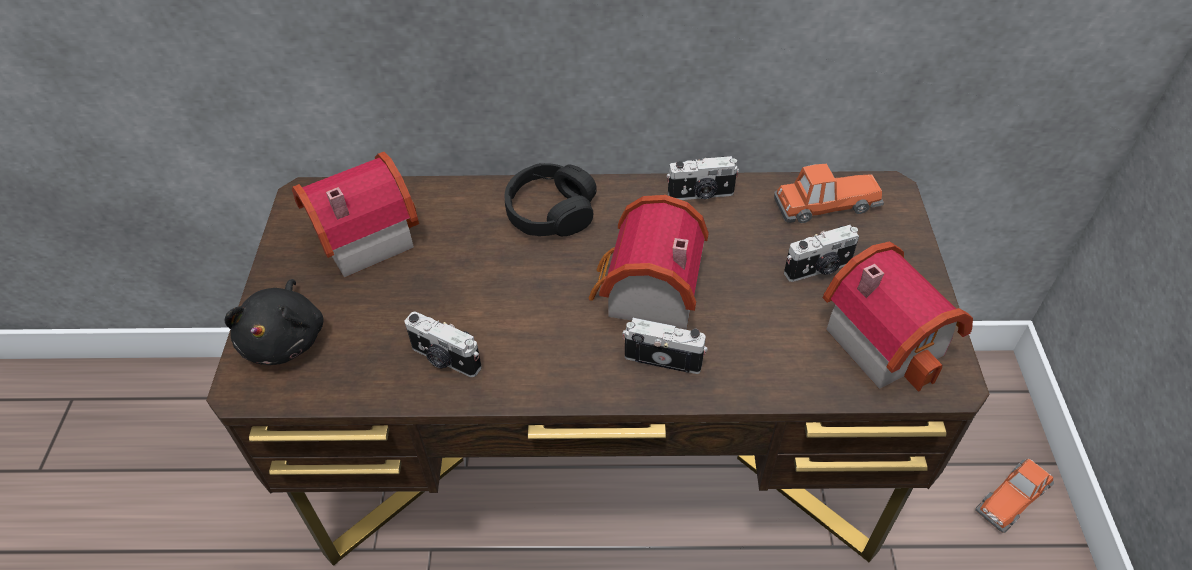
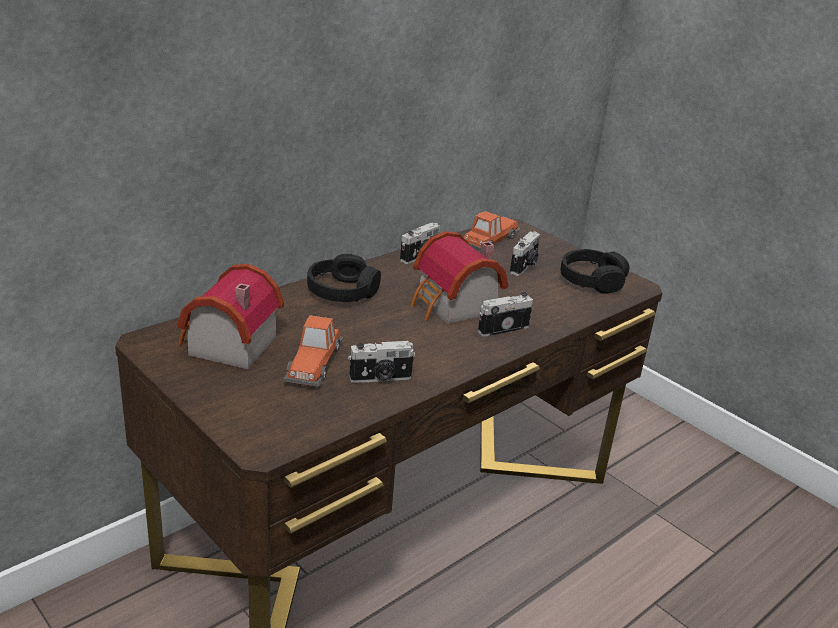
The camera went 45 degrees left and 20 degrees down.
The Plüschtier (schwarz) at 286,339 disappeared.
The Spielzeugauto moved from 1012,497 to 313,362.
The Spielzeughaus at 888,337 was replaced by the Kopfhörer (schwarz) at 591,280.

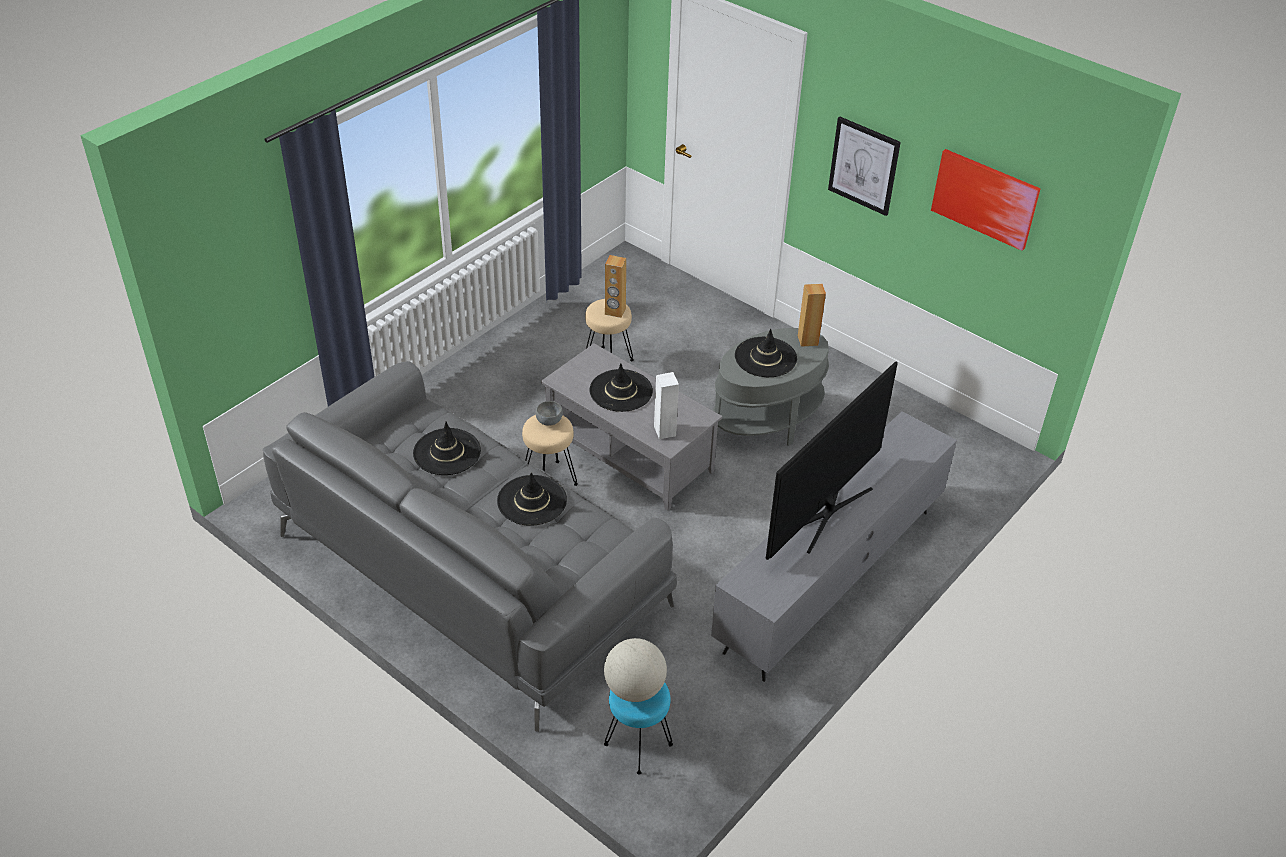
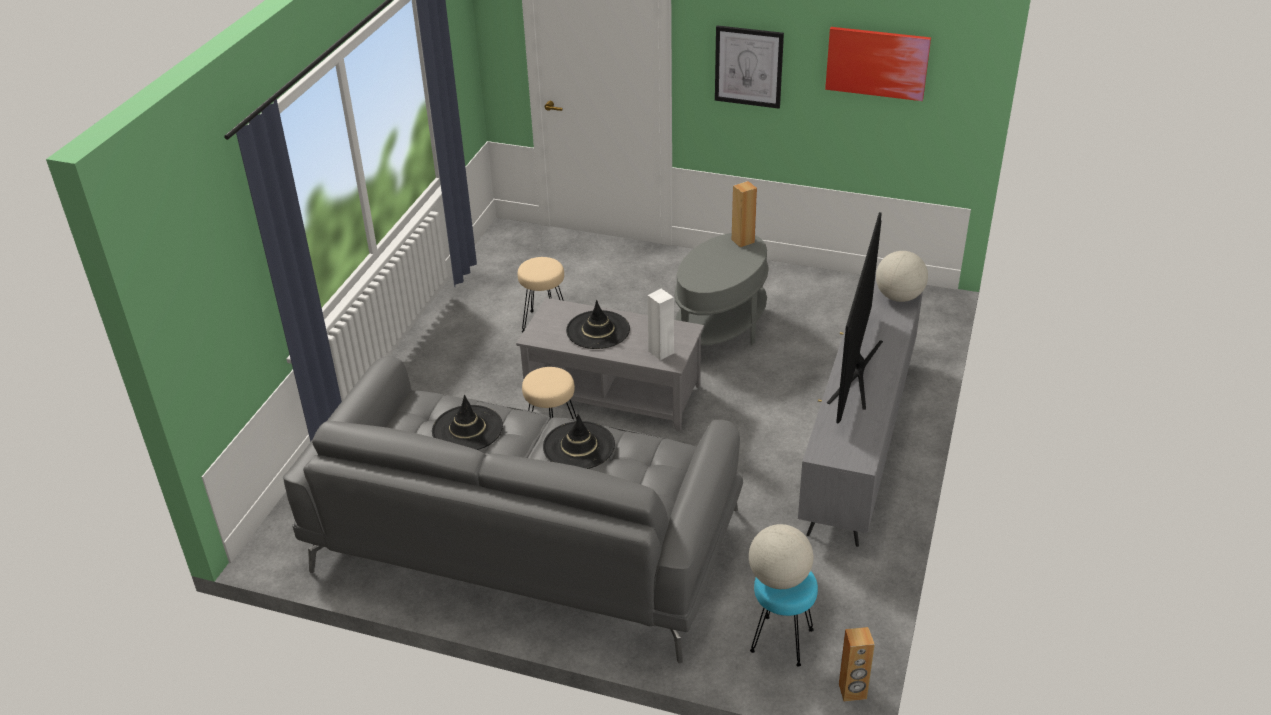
The camera went 20 degrees left and 5 degrees down.
The Schüssel (grau) at 549,421 disappeared.
The Hut (schwarz) at 765,357 disappeared.
The Globus at 899,297 appeared.
The Lautsprecher (braun) moved from 615,311 to 852,692.

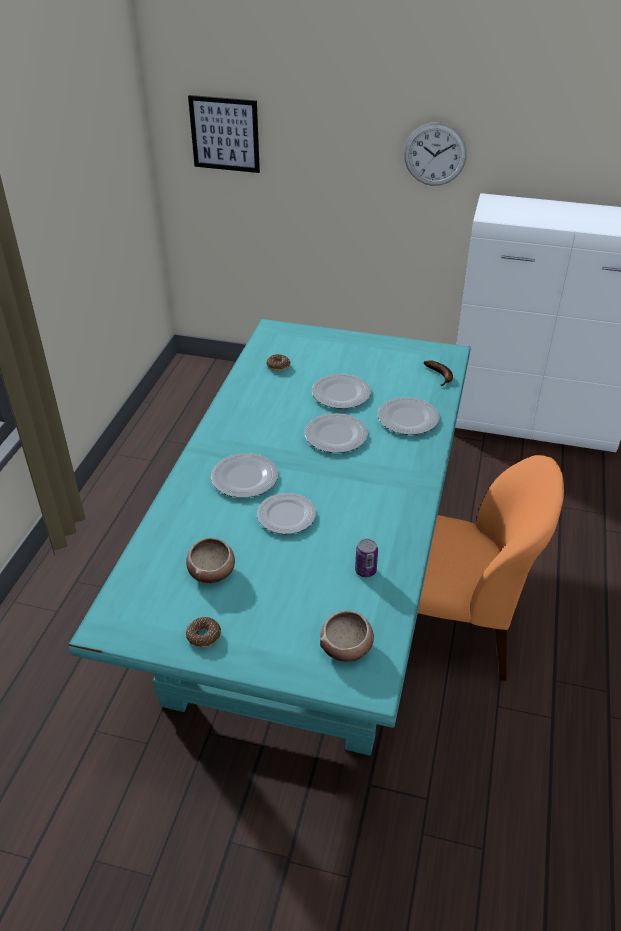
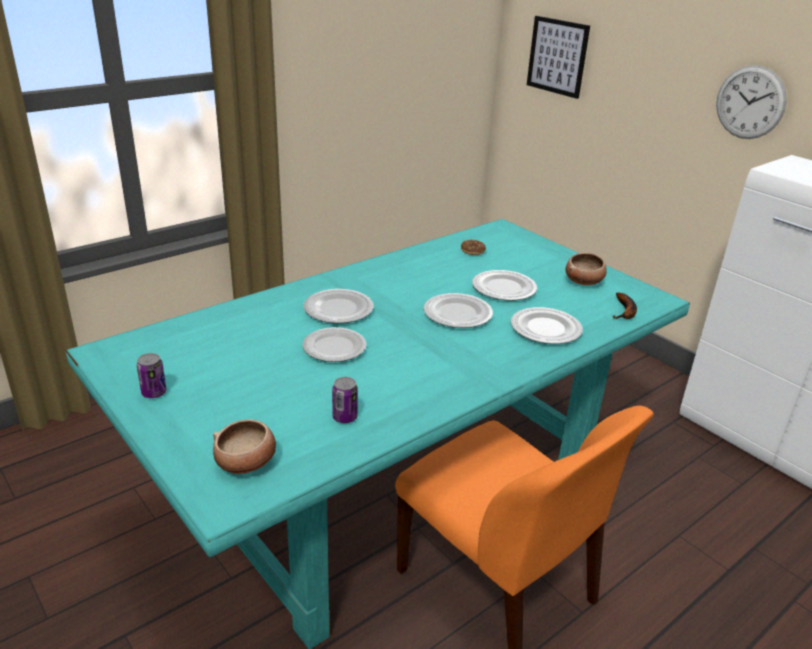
The camera went 35 degrees right and 10 degrees down.
The Schüssel moved from 212,571 to 584,281.
The Donut at 204,636 was replaced by the Dose at 154,393.

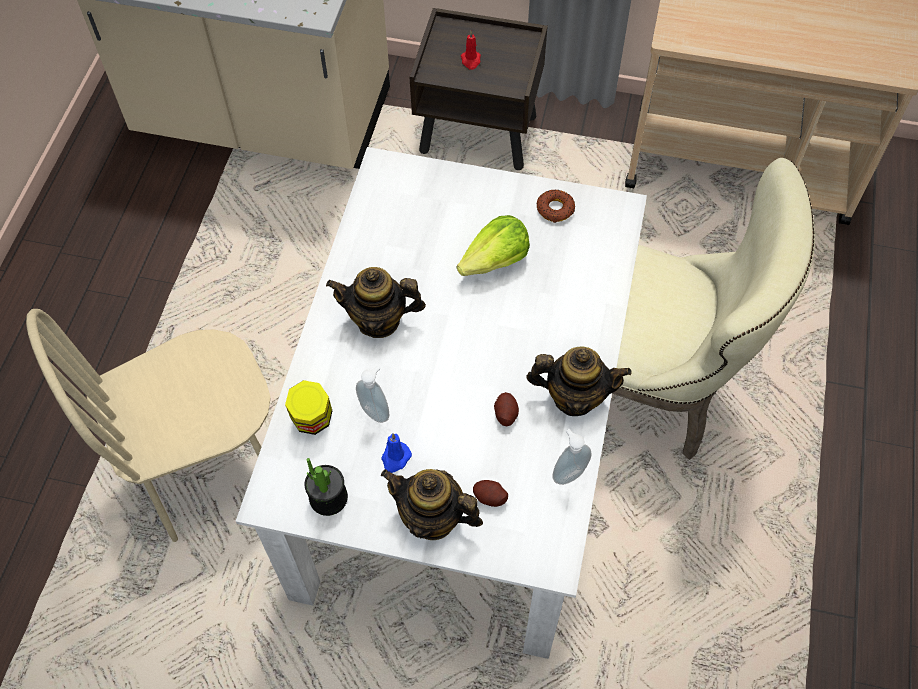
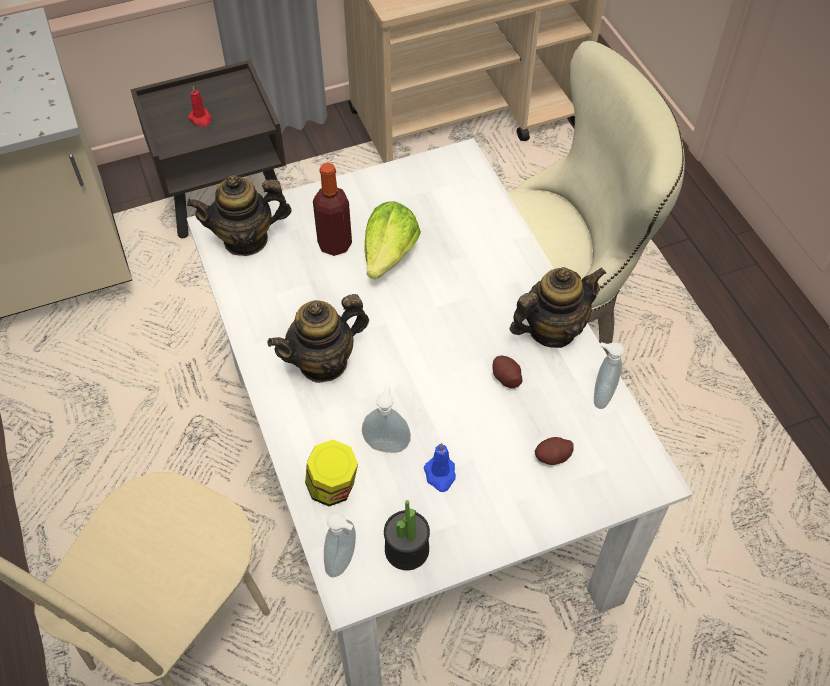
The camera went 35 degrees left and 5 degrees down.
The Donut at 555,209 disappeared.
The Flasche at 335,244 appeared.
The Seifenspender at 344,561 appeared.
The Teekanne moved from 432,518 to 246,239.

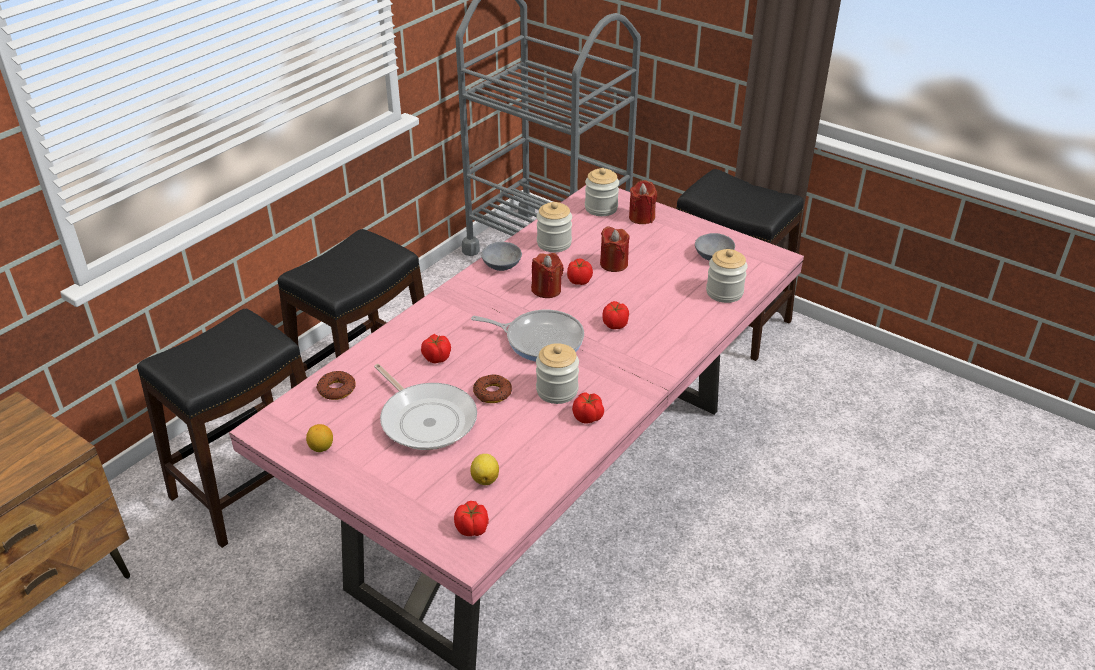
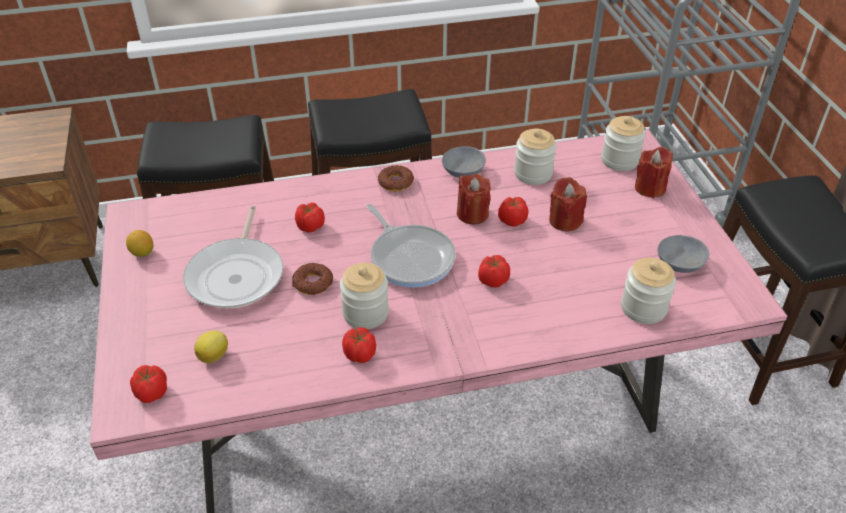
The camera went 40 degrees right and 5 degrees up.
The Donut moved from 336,389 to 395,182.

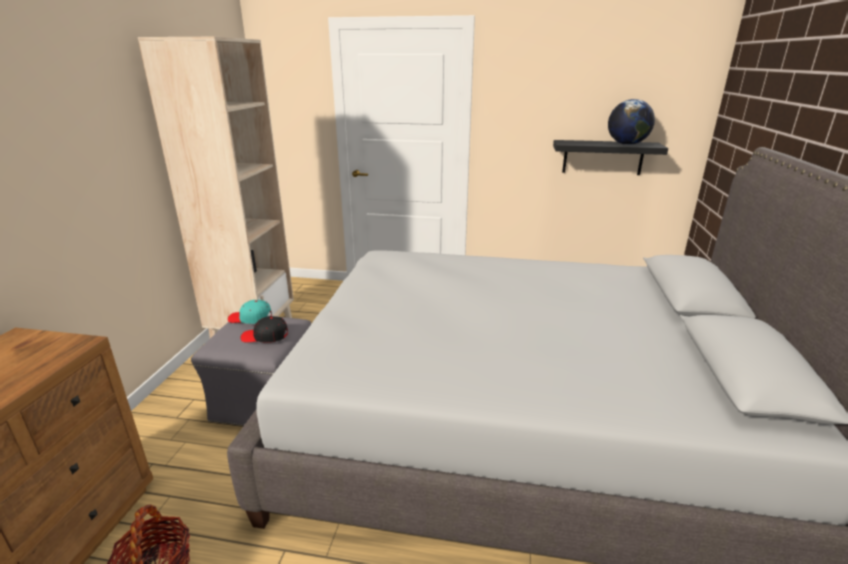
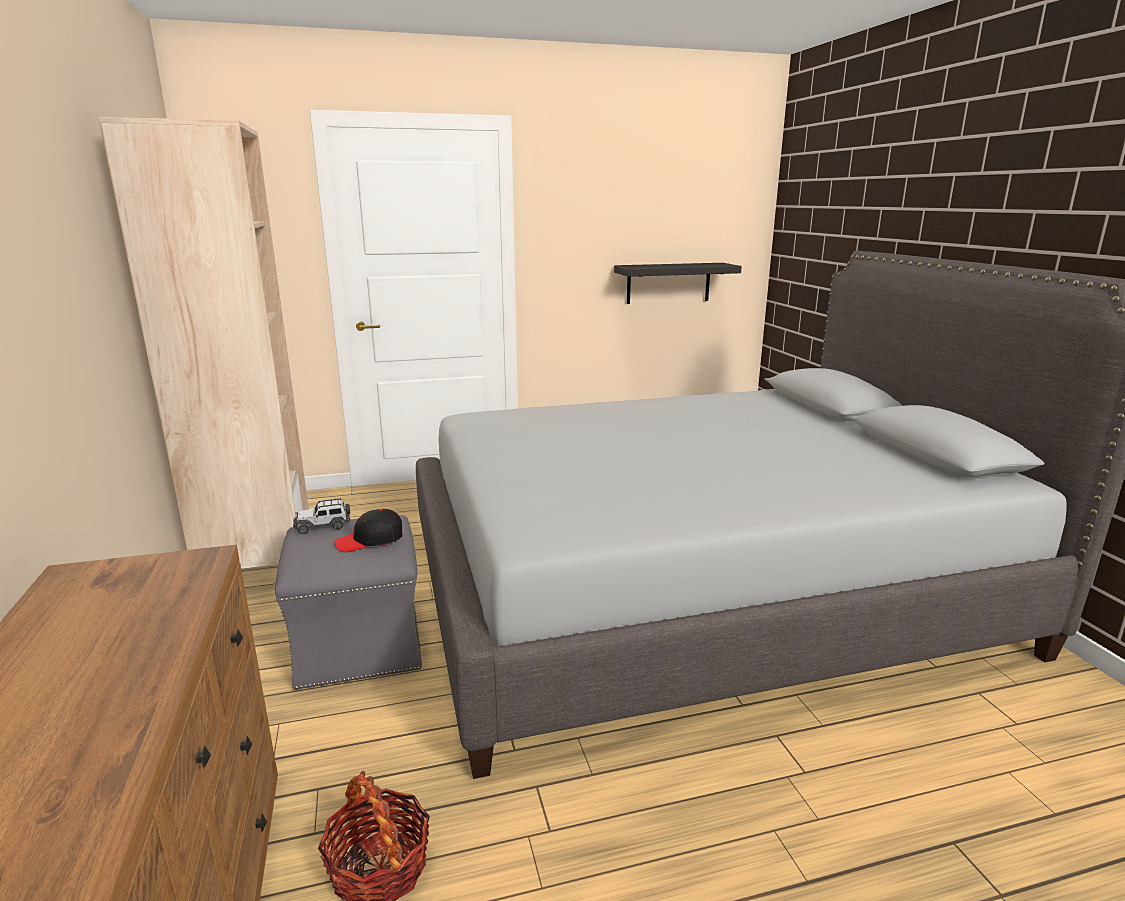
The camera went 25 degrees left and 5 degrees down.
The Globus at 627,144 disappeared.
The Kappe (türkis) at 250,318 was replaced by the Spielzeugauto at 323,526.

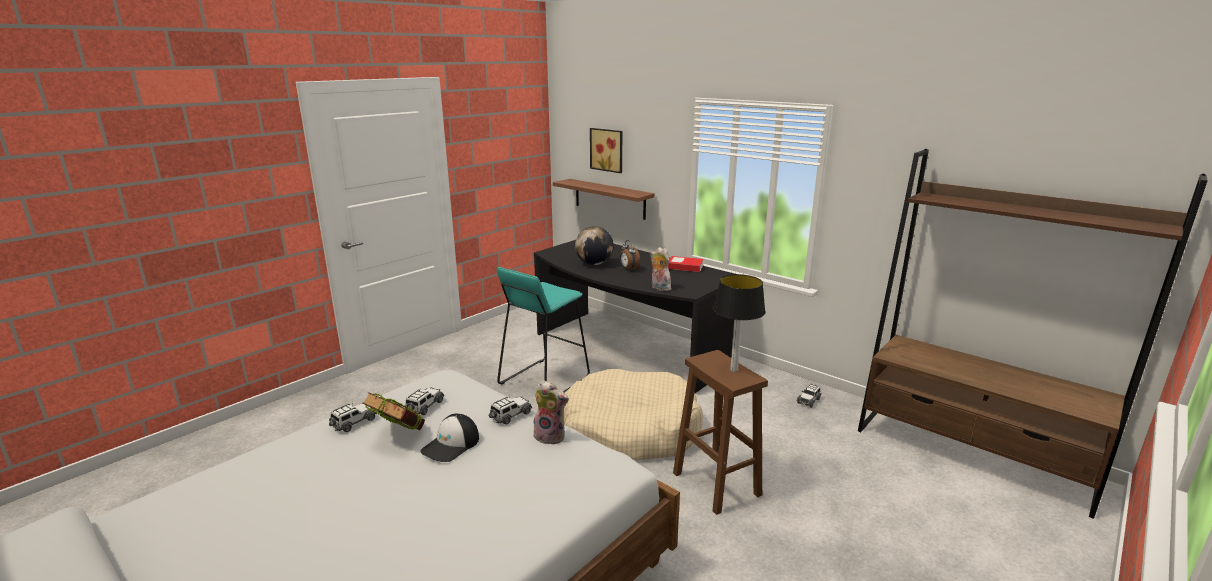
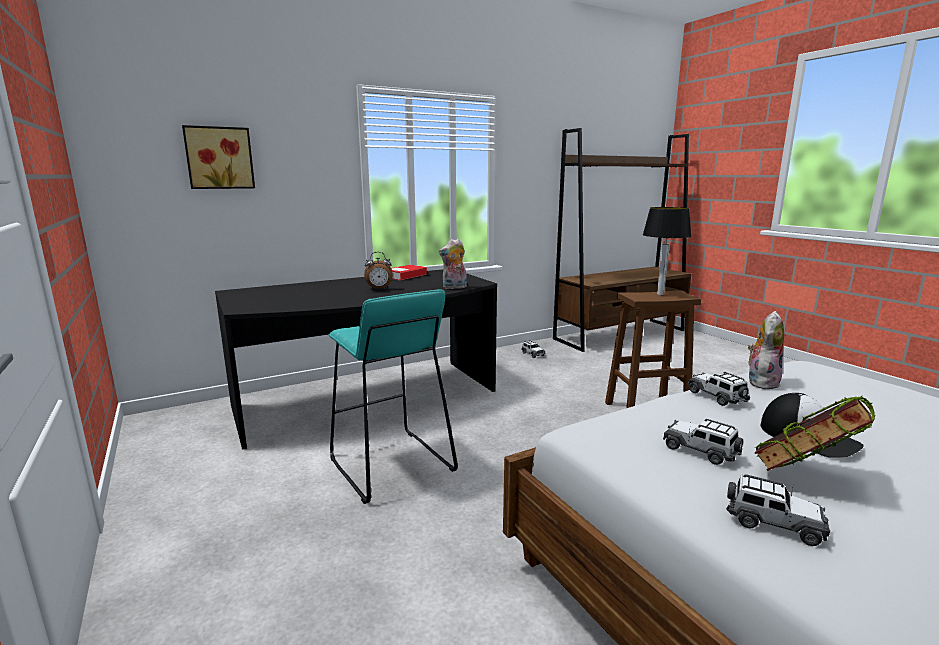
The camera went 70 degrees left and 5 degrees down.
The Wandregal at 609,199 disappeared.
The Hundebett (beige) at 630,430 disappeared.
The Globus at 594,264 disappeared.
The Spielzeugauto at 353,423 turned 150 degrees clockwise.

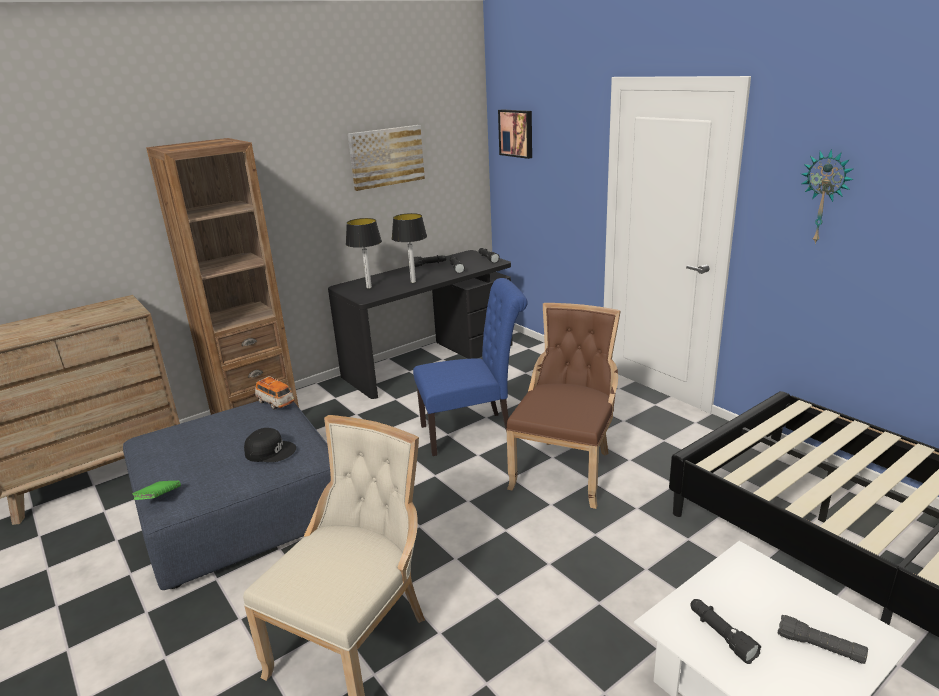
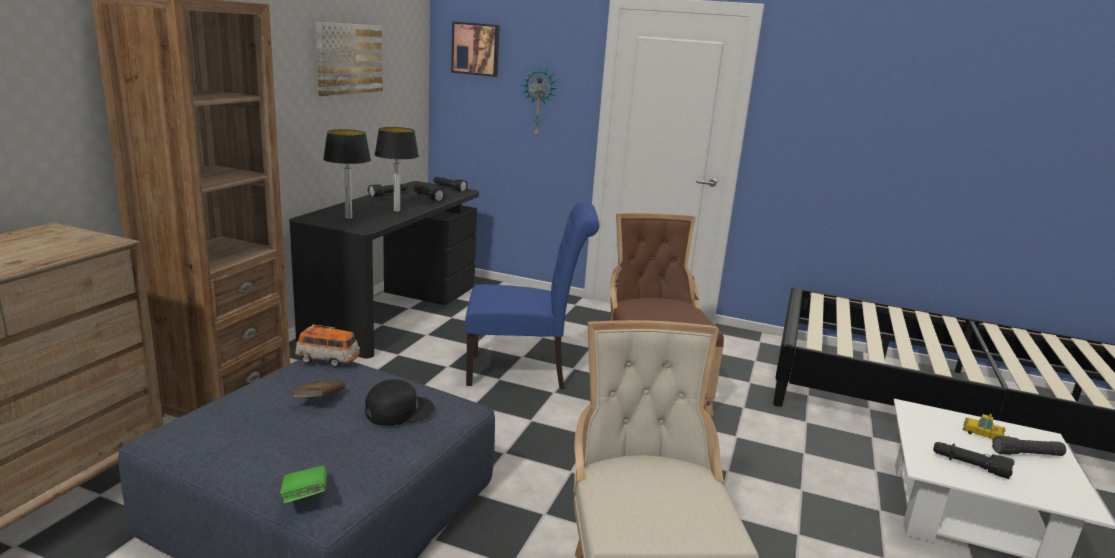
The camera went 35 degrees left and 5 degrees down.
The Buch (braun) at 319,400 appeared.
The Spielzeugauto at 982,433 appeared.
The Wanduhr moved from 825,197 to 539,102.
The Stuhl (blau) at 472,432 turned 45 degrees clockwise.

